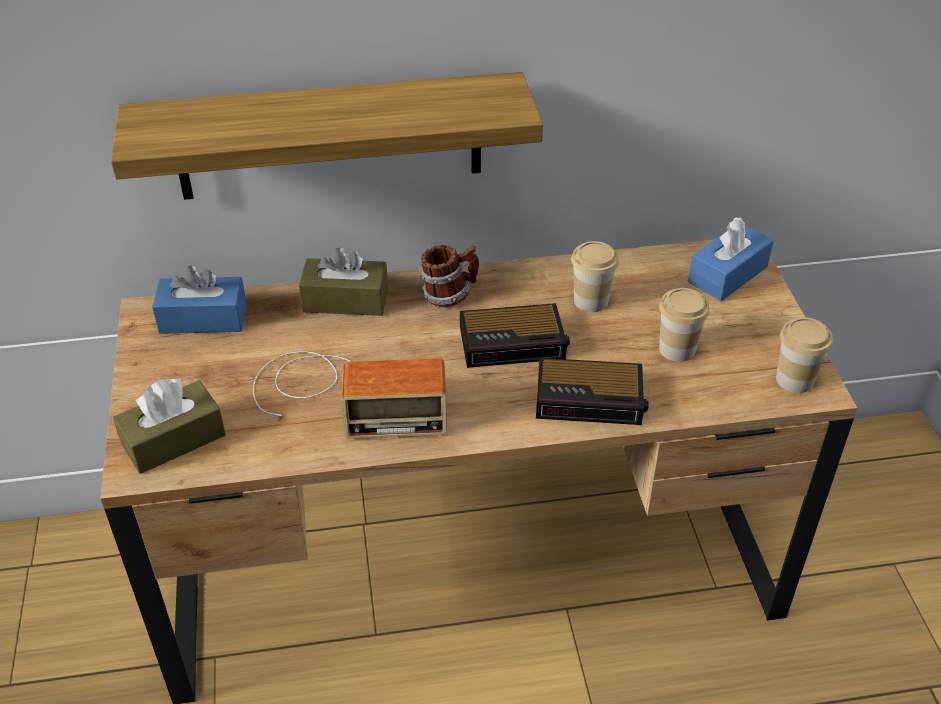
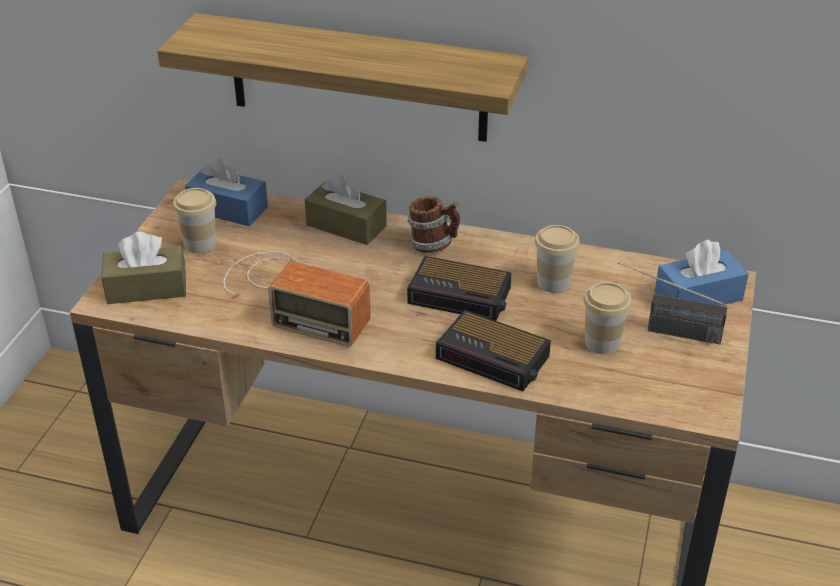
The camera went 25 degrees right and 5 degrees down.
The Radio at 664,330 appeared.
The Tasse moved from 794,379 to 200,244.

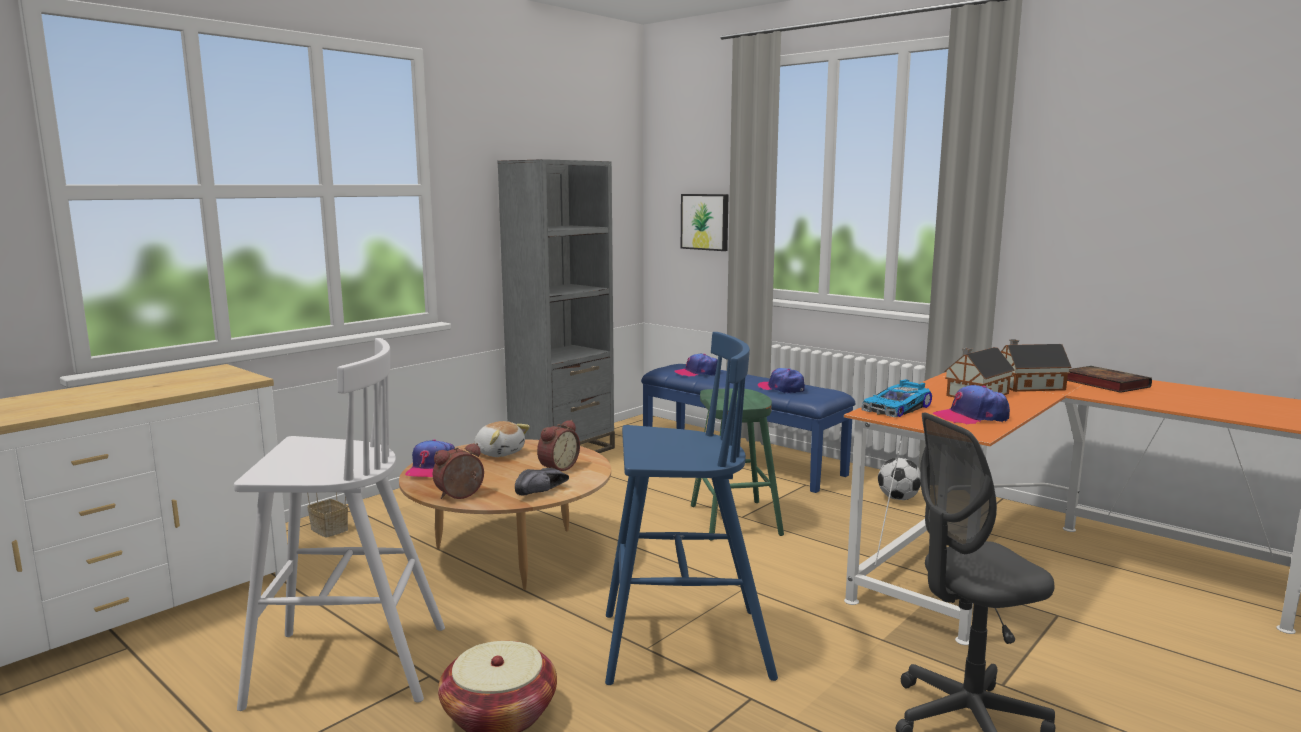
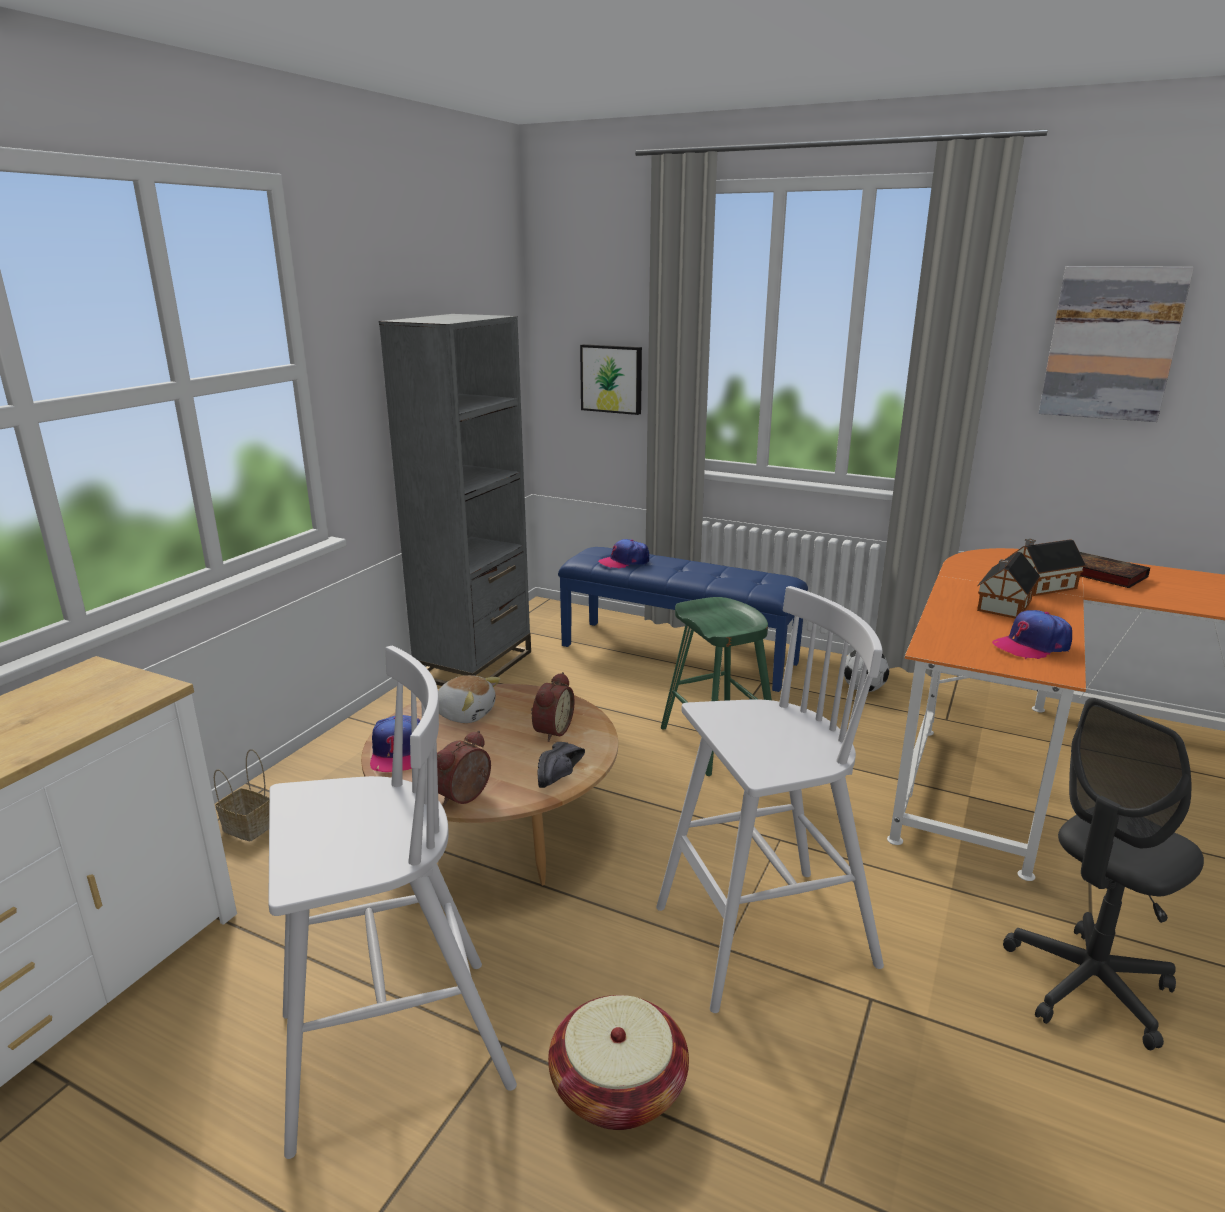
The camera went 15 degrees left and 10 degrees up.
The Kappe at 781,388 disappeared.
The Spielzeugauto at 898,408 disappeared.
The Bild at 1111,343 appeared.
The Hocker (blau) at 681,646 became the Hocker (weiß) at 760,937.

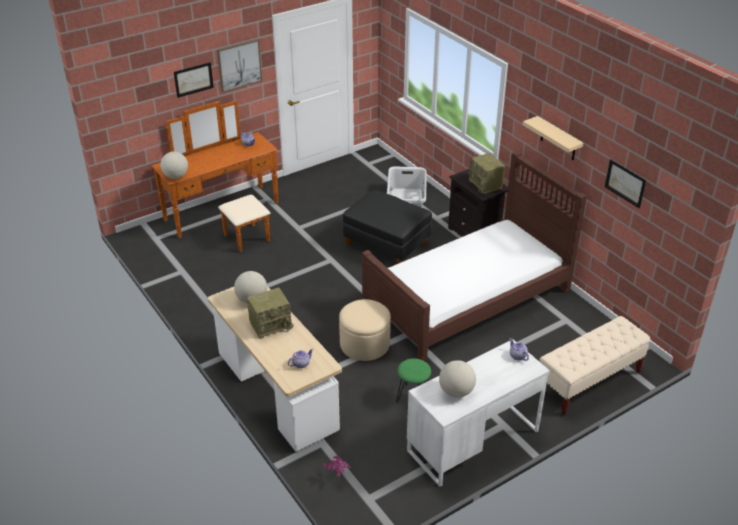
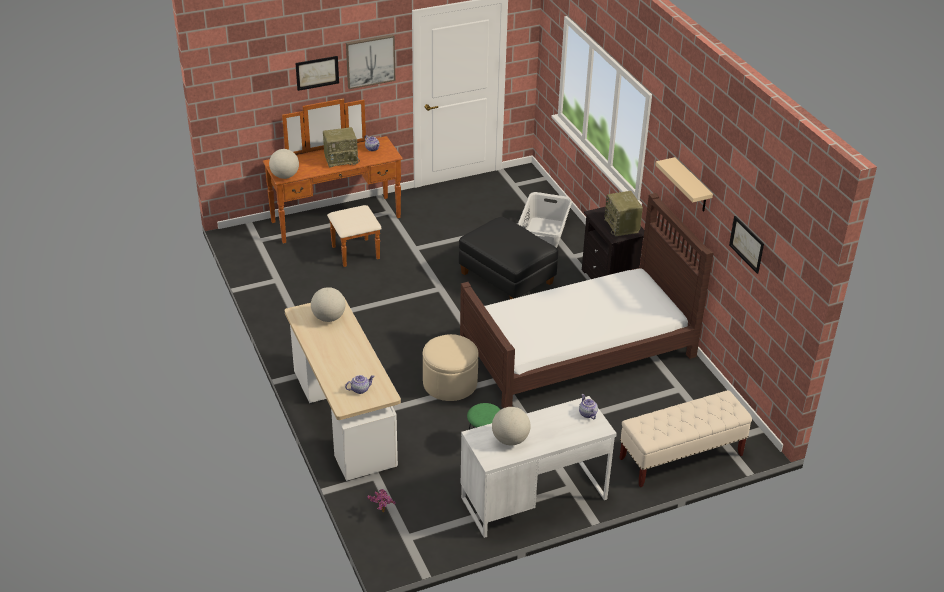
The camera went 10 degrees right and 0 degrees up.
The Radio moved from 271,325 to 341,159.

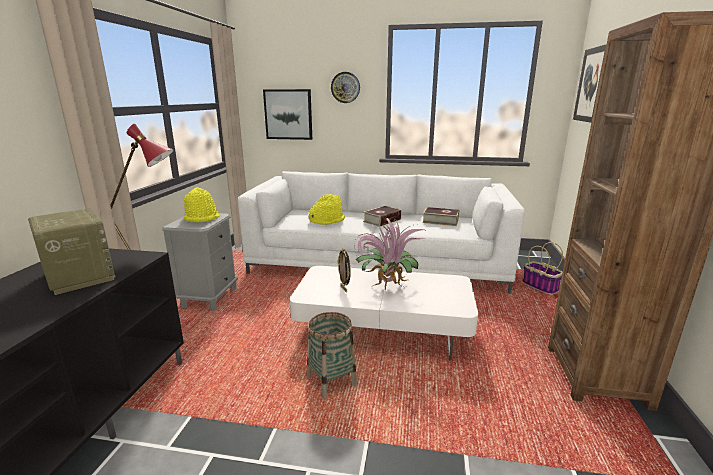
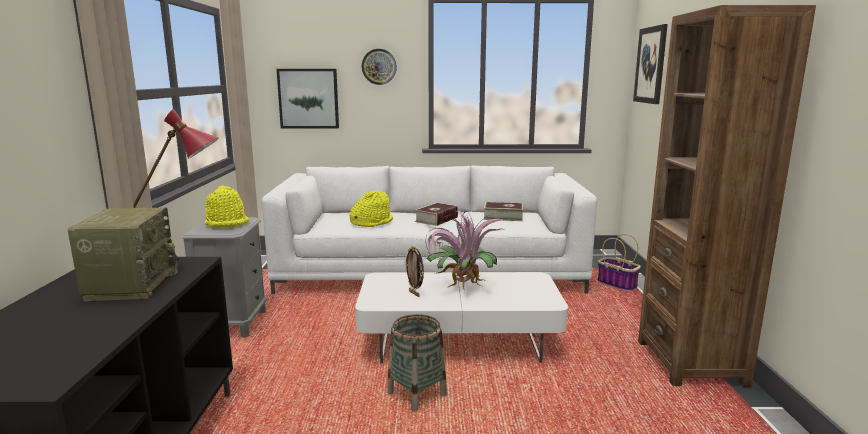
The camera went 10 degrees left and 5 degrees down.
The Radio at 78,276 turned 45 degrees clockwise.

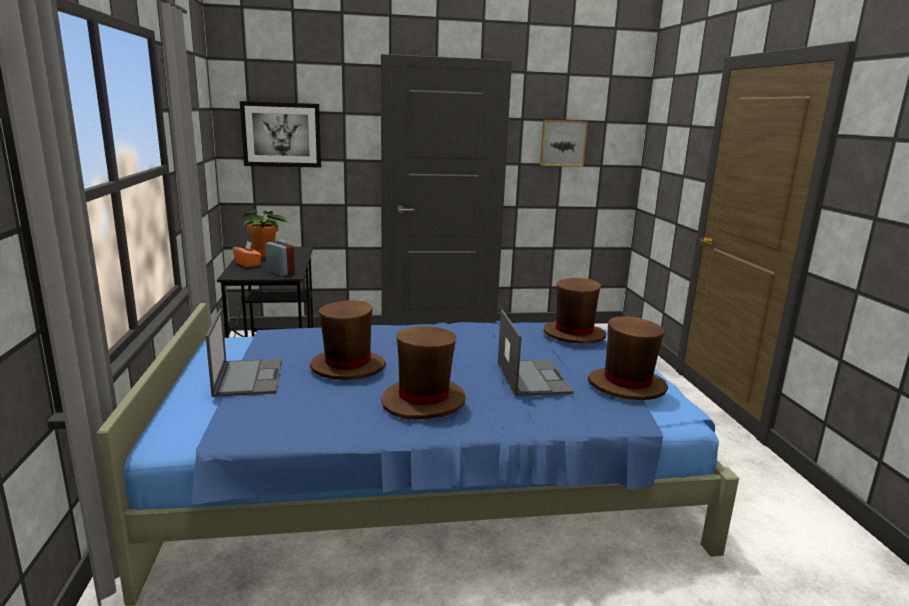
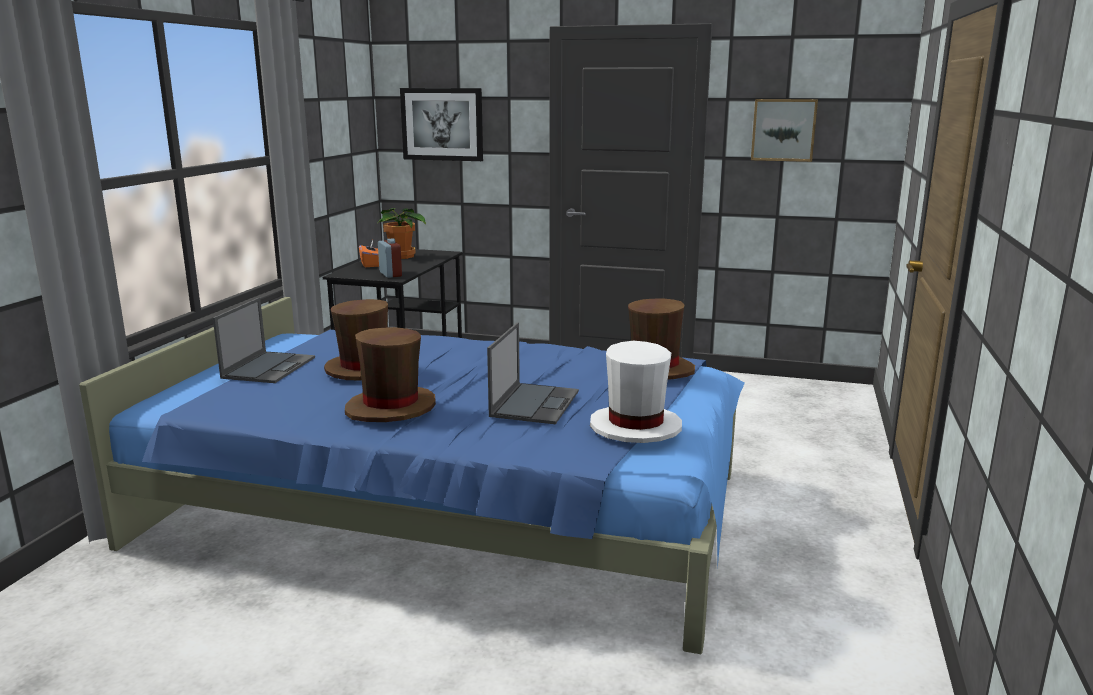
The camera went 25 degrees right and 0 degrees up.
The Hut (braun) at 626,386 became the Hut (weiß) at 635,427.

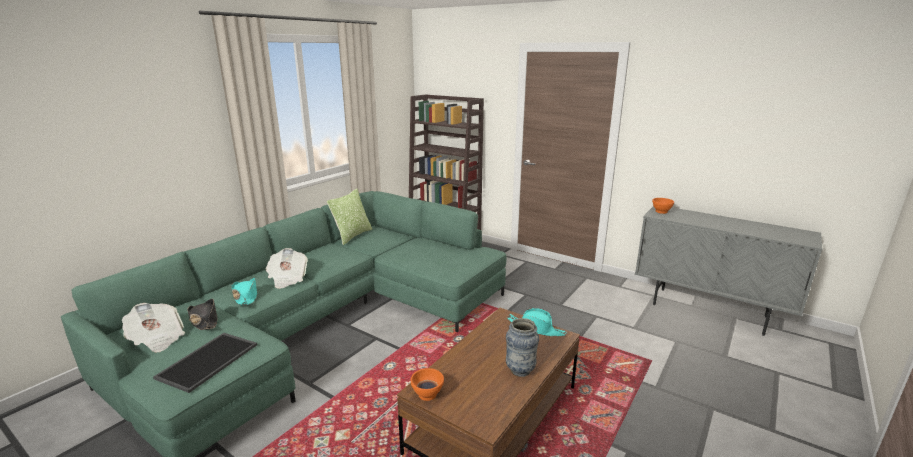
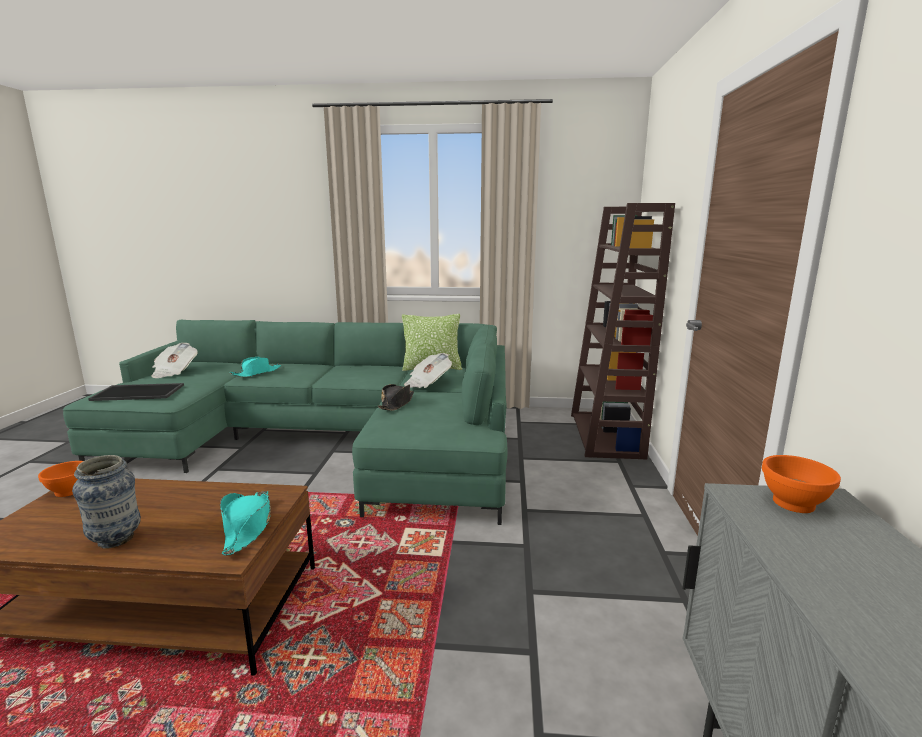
The camera went 60 degrees right and 5 degrees down.
The Hut (schwarz) moved from 204,320 to 396,403.
The Zeitung moved from 287,278 to 427,383.

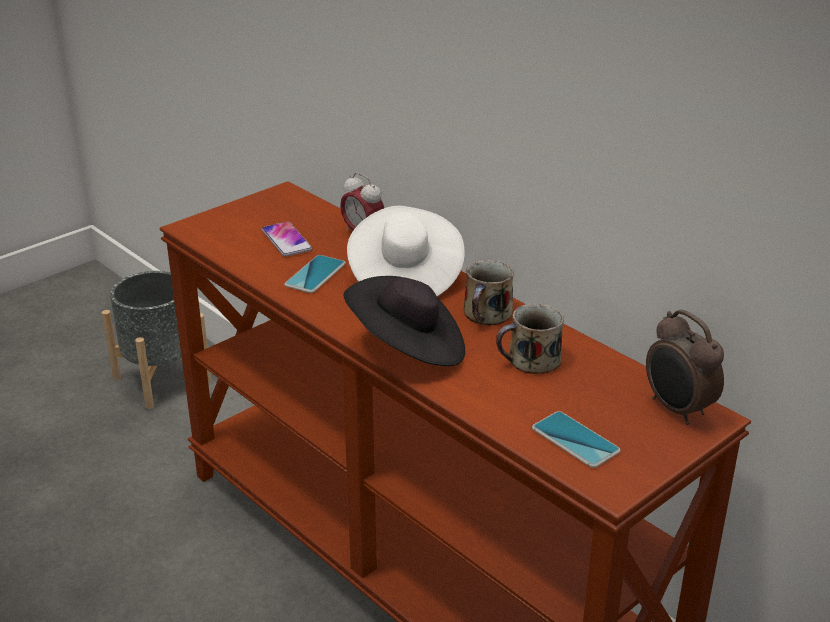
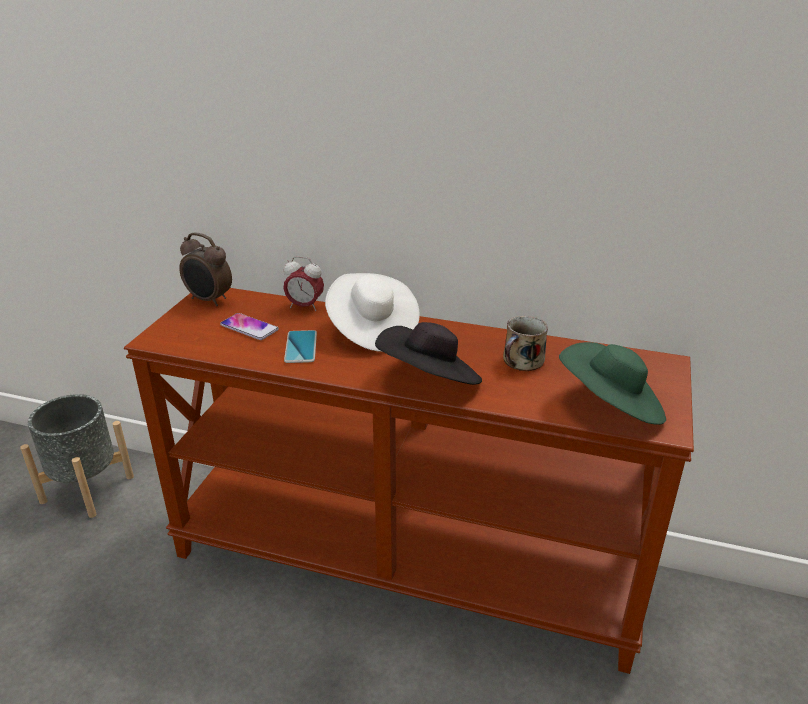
The camera went 30 degrees left and 0 degrees up.
The Henkelbecher at 487,314 disappeared.
The Wecker moved from 677,410 to 209,300.
The Handy at 575,440 was replaced by the Hut (grün) at 611,406.

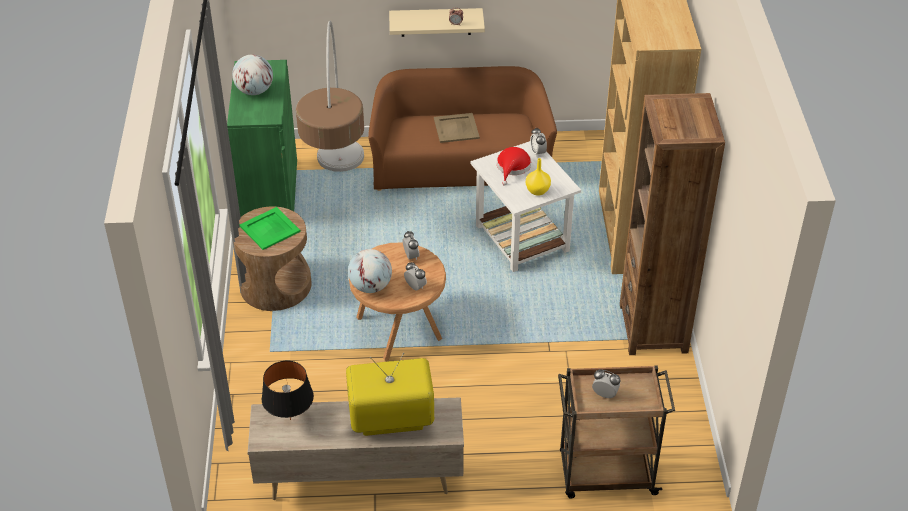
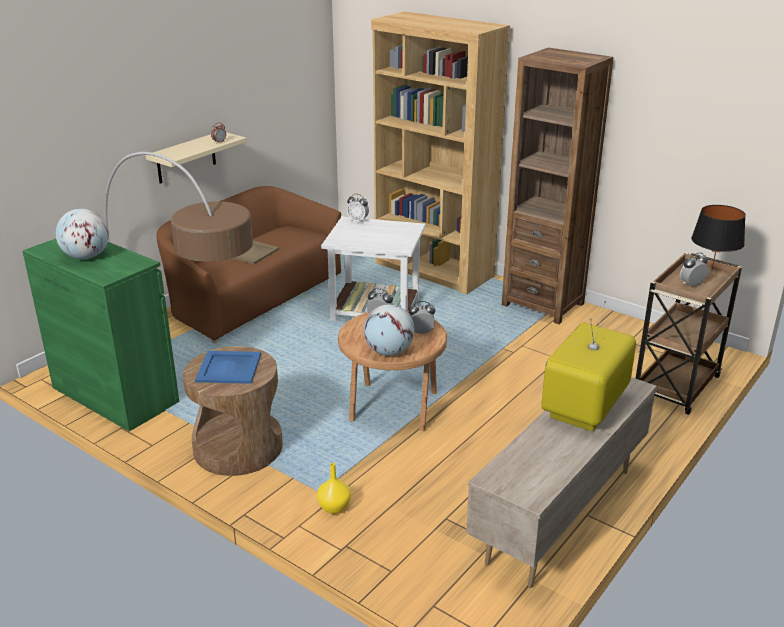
The camera went 50 degrees left and 15 degrees down.
The Hut (rot) at 512,167 disappeared.
The Tischlampe (schwarz) moved from 290,419 to 711,271.
The Vase (gelb) moved from 538,191 to 335,507.
The Tablett (grün) at 269,228 became the Tablett (blau) at 228,368.

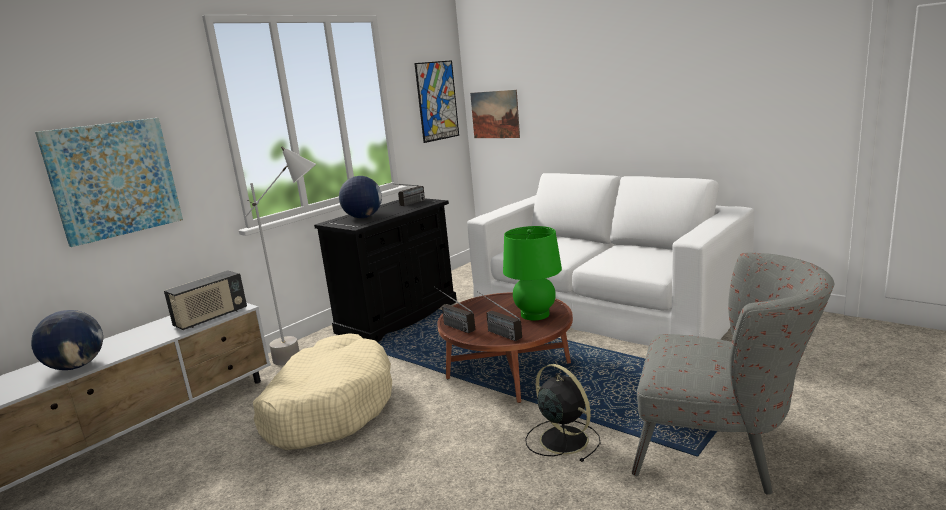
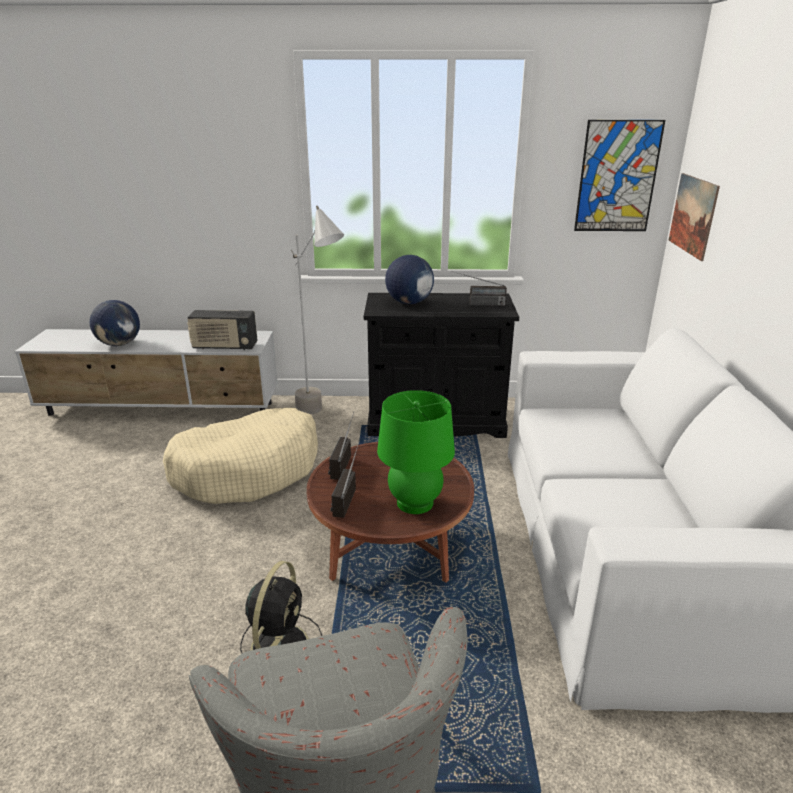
The camera went 50 degrees right and 10 degrees up.
The Bild at 114,179 disappeared.

